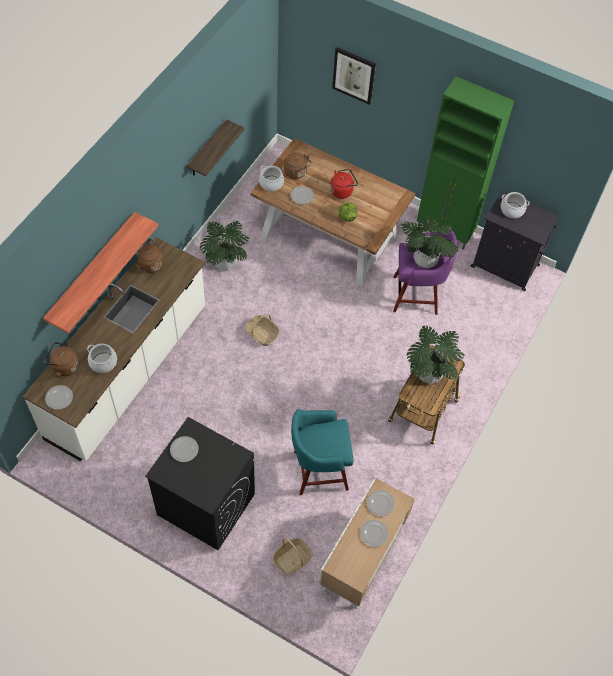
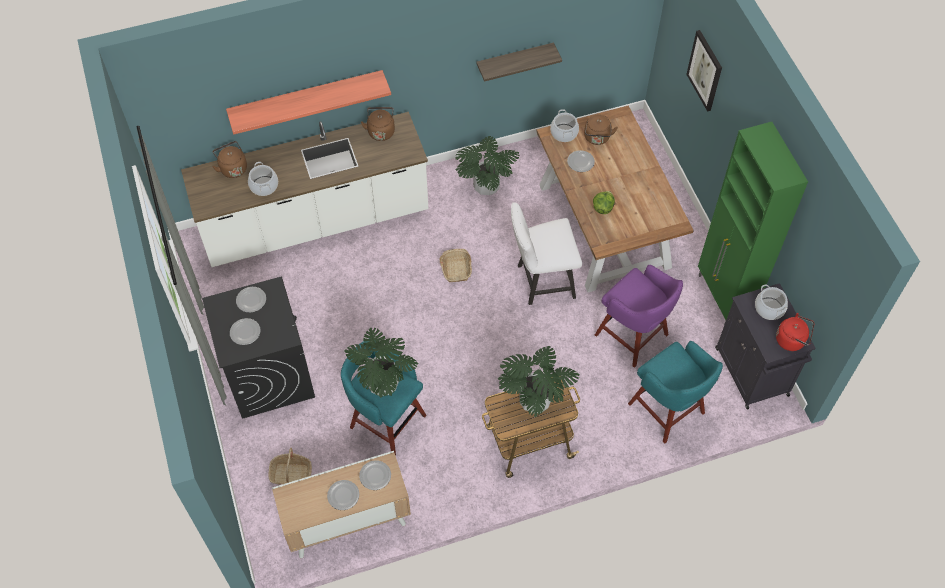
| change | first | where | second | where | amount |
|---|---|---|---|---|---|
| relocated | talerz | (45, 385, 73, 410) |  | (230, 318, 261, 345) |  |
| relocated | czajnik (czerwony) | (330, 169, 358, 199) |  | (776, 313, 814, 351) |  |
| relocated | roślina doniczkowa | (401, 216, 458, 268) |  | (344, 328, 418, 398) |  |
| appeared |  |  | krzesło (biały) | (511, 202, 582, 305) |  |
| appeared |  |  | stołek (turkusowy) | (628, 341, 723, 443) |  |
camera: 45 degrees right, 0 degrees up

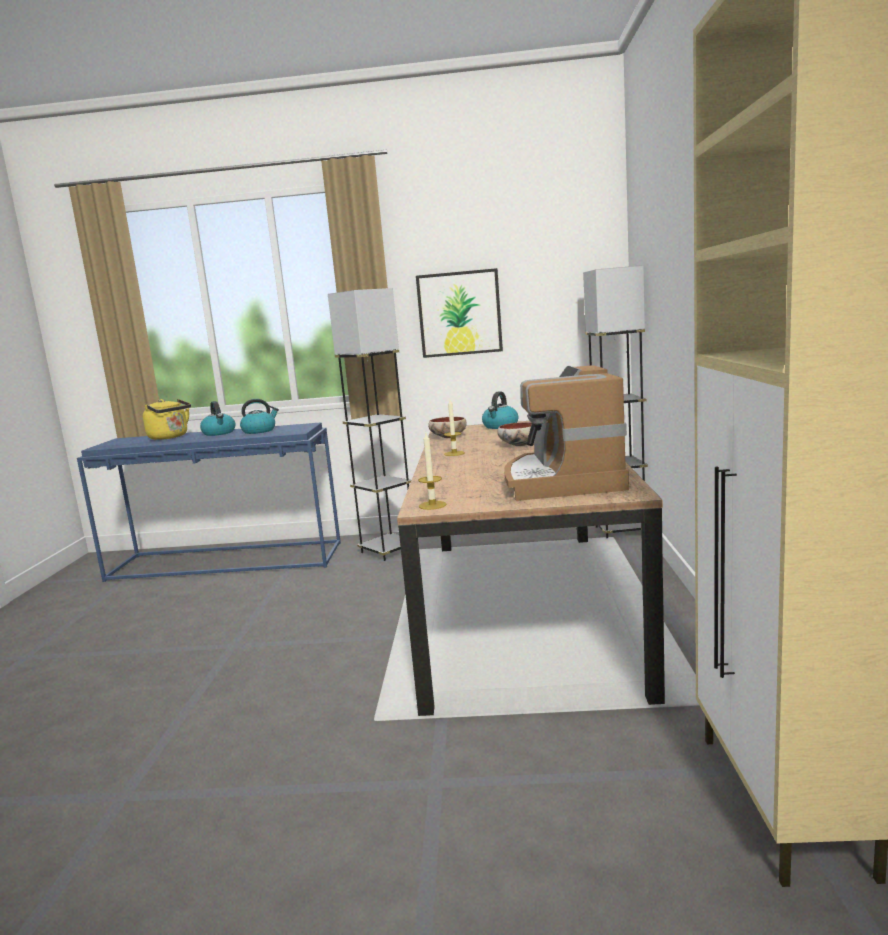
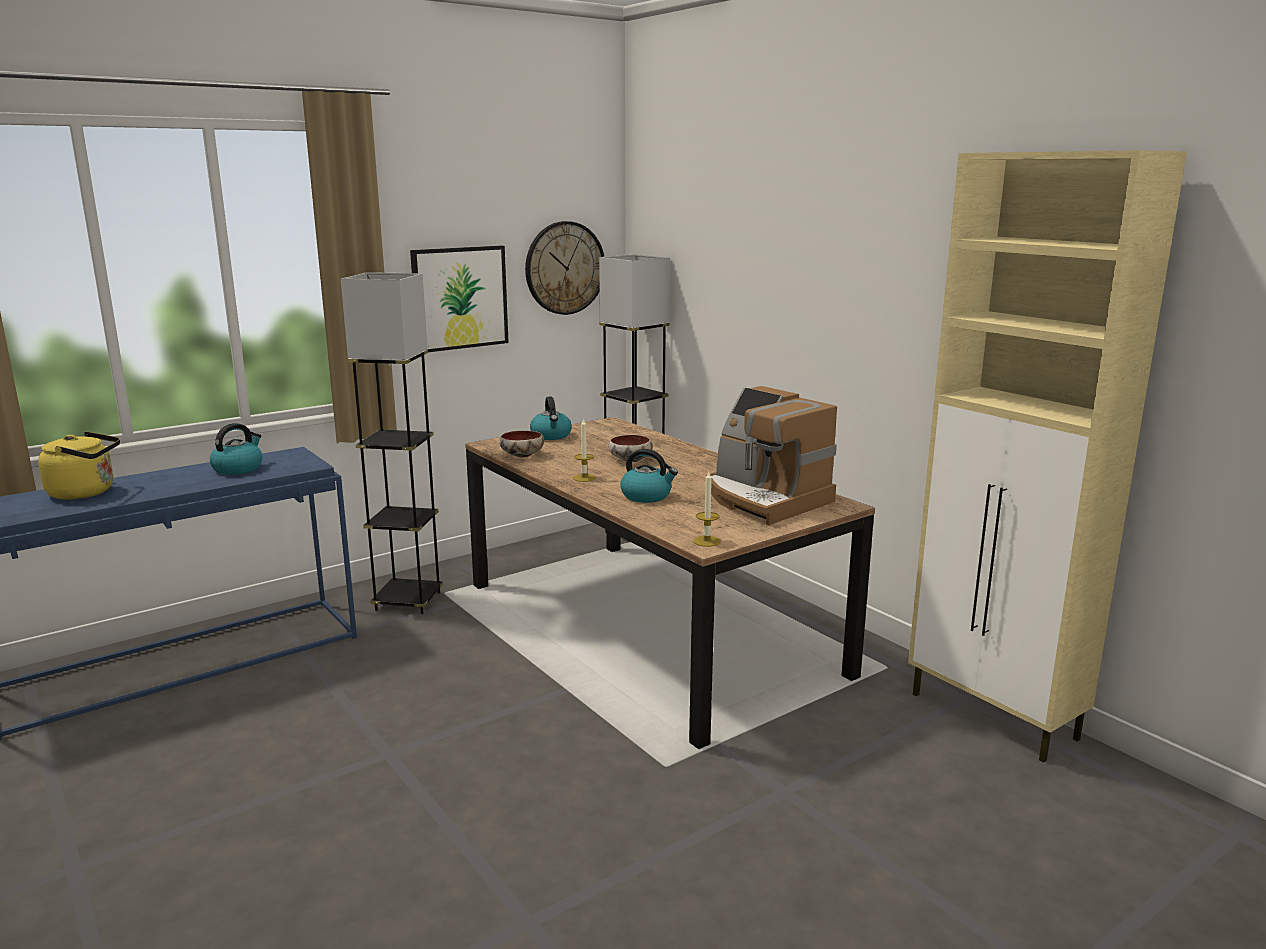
| change | first | where | second | where | amount |
|---|---|---|---|---|---|
| relocated | czajnik | (200, 401, 236, 436) |  | (621, 449, 678, 503) |  |
| appeared |  |  | zegar ścienny | (525, 221, 604, 315) |  |
camera: 40 degrees left, 5 degrees up

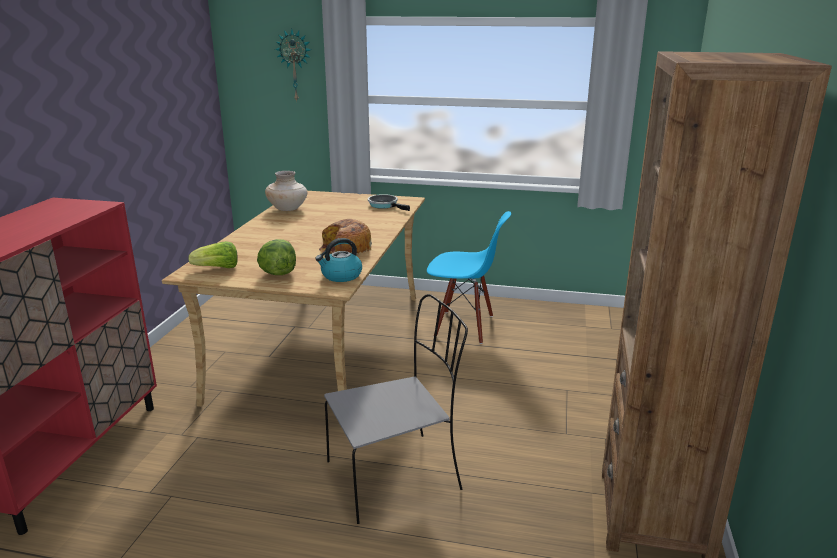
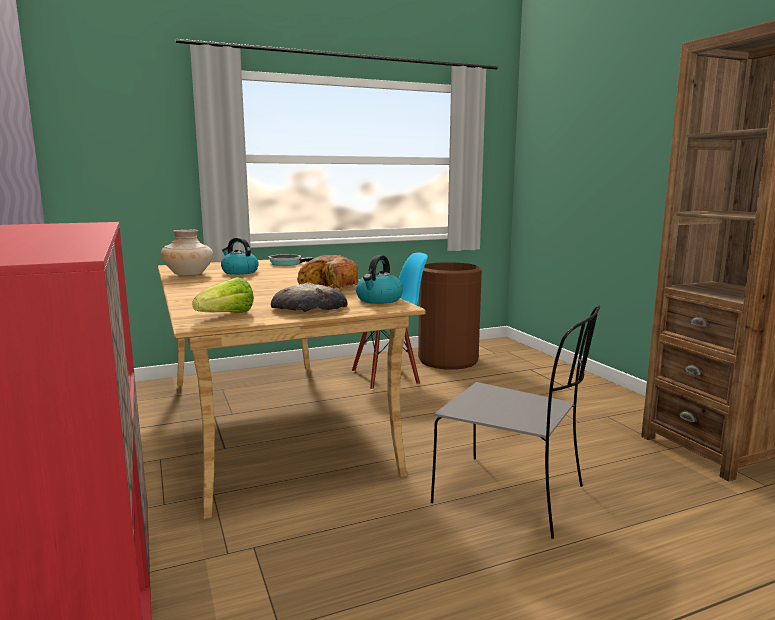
| change | first | where | second | where | amount |
|---|---|---|---|---|---|
| exchanged | sałata | (257, 239, 296, 275) | chleb | (271, 283, 347, 312) |  |
| missing | zegar ścienny | (275, 29, 311, 102) |  |  |  |
| spun | krzesło (szary) | (324, 294, 468, 524) |  | (431, 305, 600, 539) | 90 degrees clockwise |
| appeared |  |  | czajnik | (221, 237, 259, 275) |  |
| appeared |  |  | kosz na śmieci (brązowy) | (418, 262, 482, 370) |  |
camera: 35 degrees left, 10 degrees down

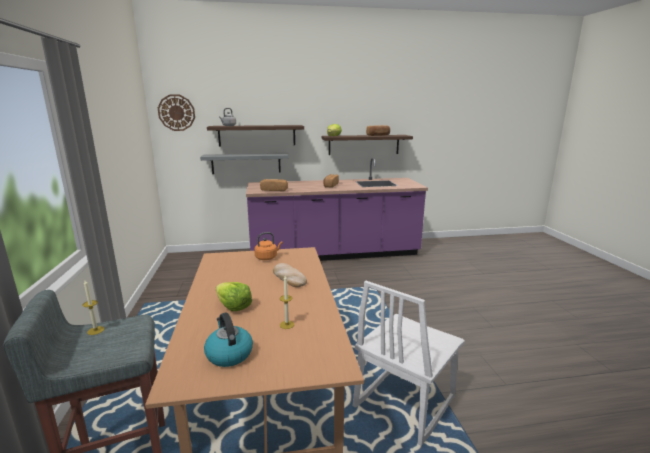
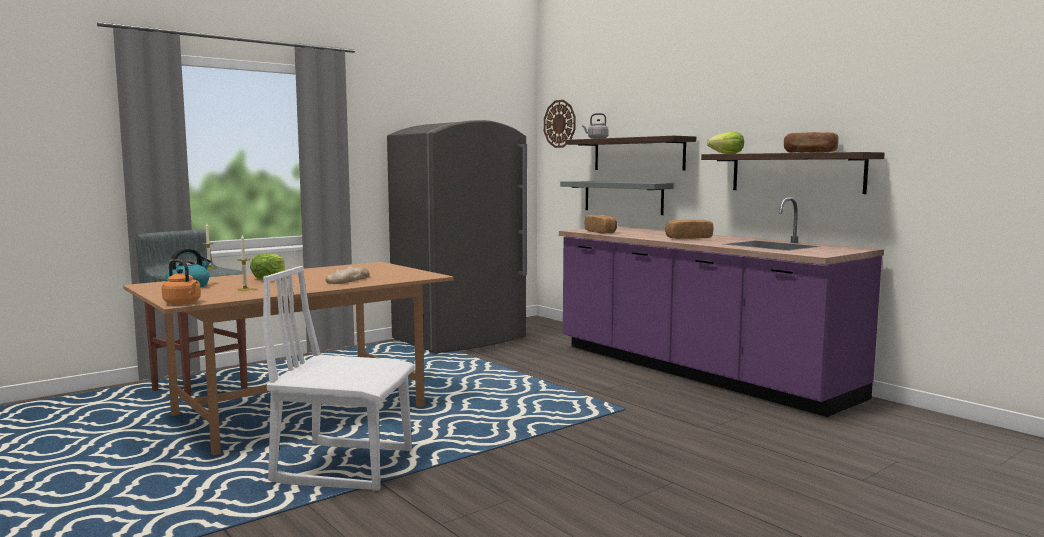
| change | first | where | second | where | amount |
|---|---|---|---|---|---|
| relocated | czajnik (pomarańczowy) | (254, 232, 283, 260) |  | (161, 259, 201, 304) |  |
| appeared |  |  | lodówka (szary) | (387, 120, 527, 353) |  |
camera: 60 degrees right, 10 degrees down

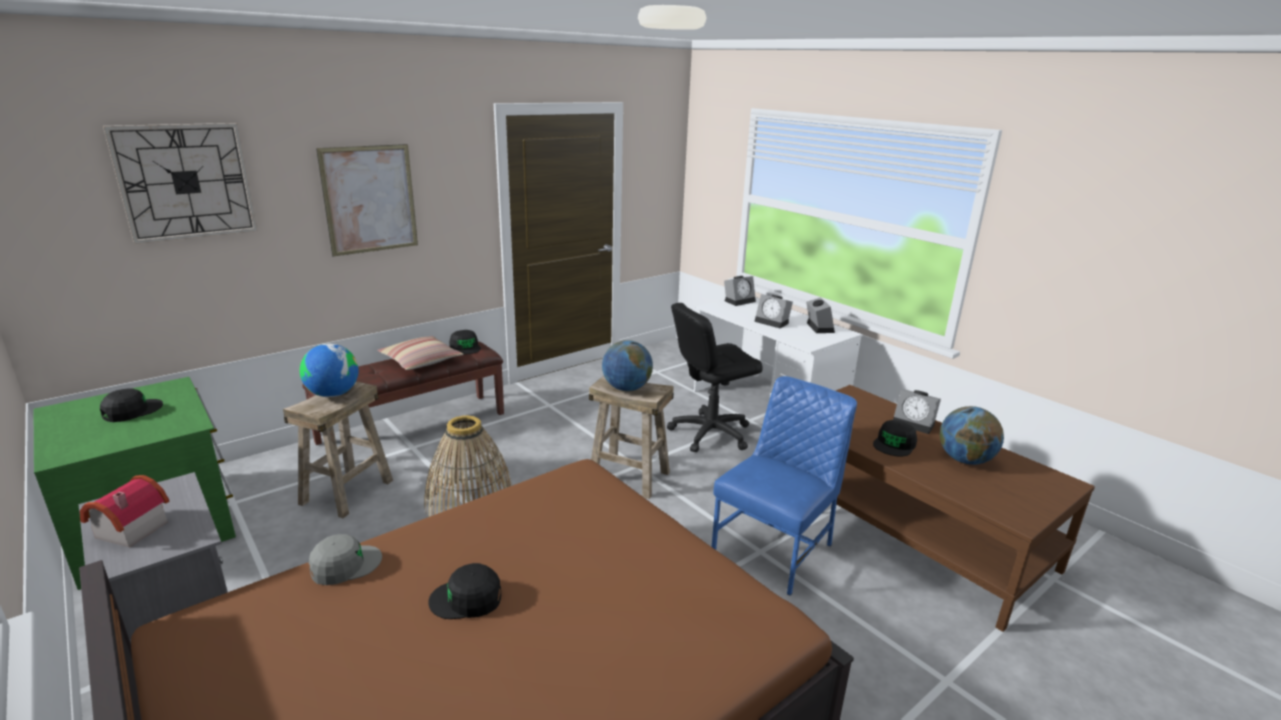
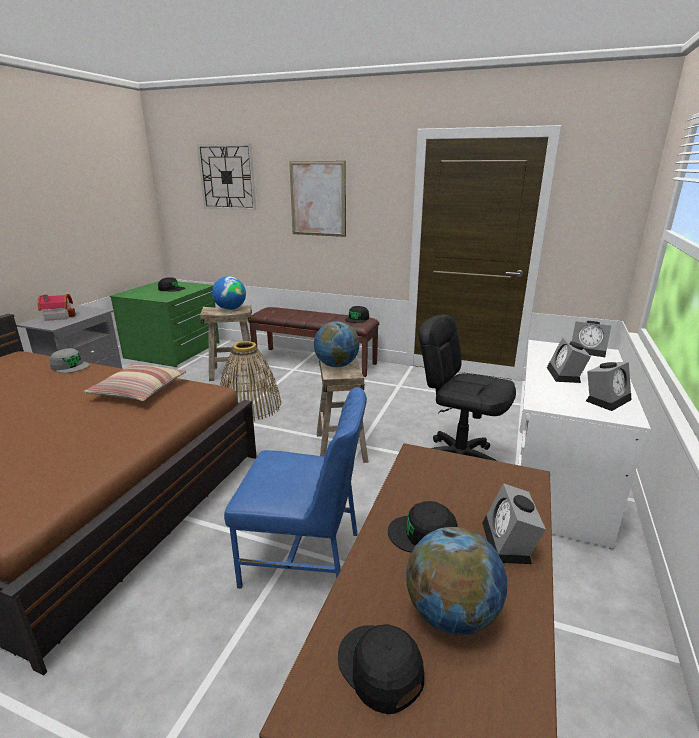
| change | first | where | second | where | amount |
|---|---|---|---|---|---|
| relocated | poduszka | (377, 336, 463, 370) |  | (84, 364, 186, 401) |  |
| relocated | czapka z daszkiem (czarny) | (428, 563, 501, 619) |  | (338, 624, 424, 714) |  |
camera: 60 degrees right, 0 degrees up

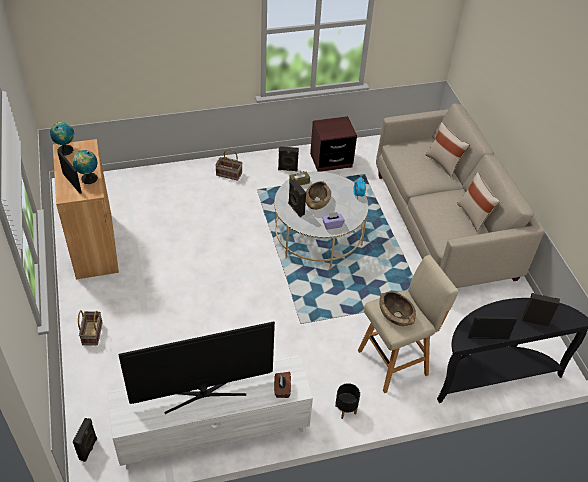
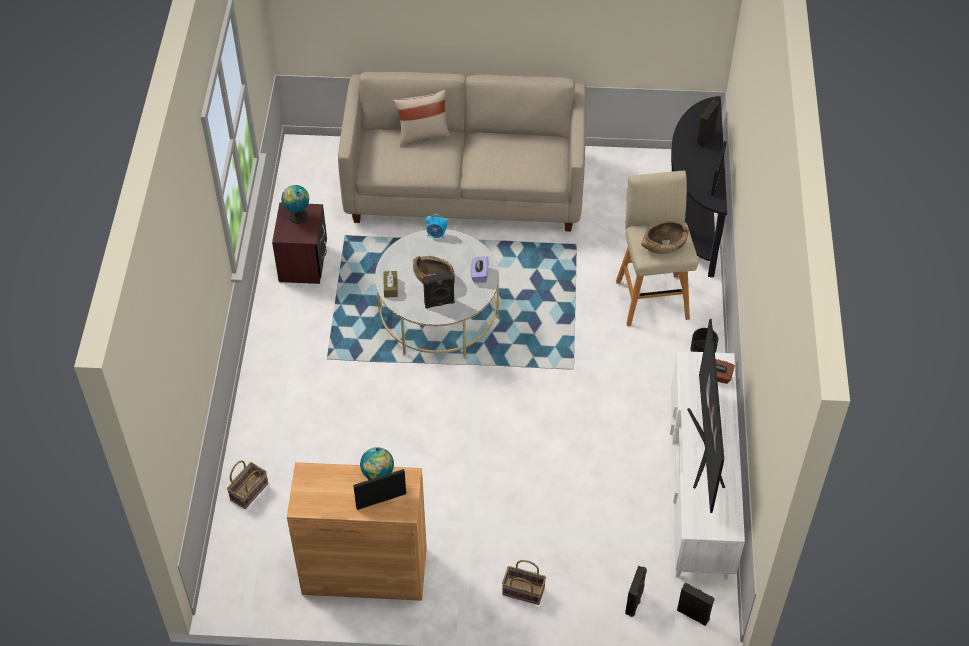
| change | first | where | second | where | amount |
|---|---|---|---|---|---|
| relocated | globus | (50, 122, 74, 156) |  | (281, 185, 309, 224) |  |
| relocated | koszyk | (215, 149, 243, 181) |  | (227, 461, 268, 509) |  |
| relocated | głośnik (czarny) | (278, 146, 299, 172) |  | (625, 566, 647, 617) |  |
| missing | poduszka (beżowy) | (457, 172, 501, 232) |  |  |  |
camera: 70 degrees left, 5 degrees up

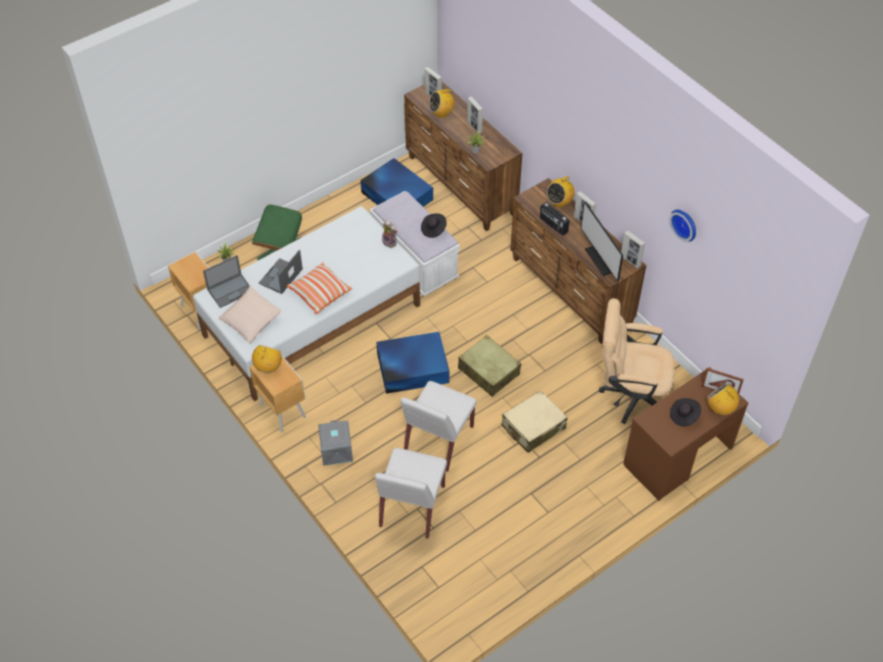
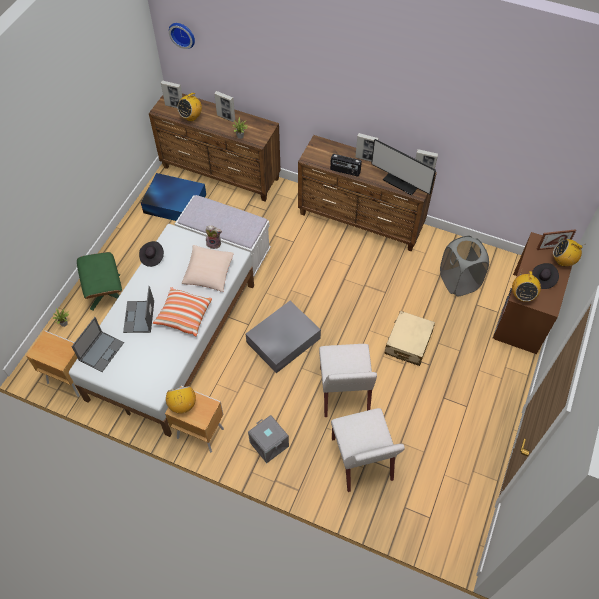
| change | first | where | second | where | amount |
|---|---|---|---|---|---|
| relocated | poduszka (beżowy) | (219, 286, 281, 344) |  | (182, 245, 234, 292) |  |
| colour | pojemnik do przechowywania (niebieski) | (376, 332, 450, 394) | pojemnik do przechowywania (szary) | (246, 301, 321, 373) |  |
| relocated | kapelusz (czarny) | (421, 213, 446, 238) |  | (139, 241, 164, 267) |  |
| missing | walizka (beżowy) | (458, 335, 521, 397) |  |  |  |
| relocated | radio | (547, 173, 575, 208) |  | (512, 271, 541, 302) |  |
| exchanged | krzesło biurowe (beżowy) | (599, 298, 674, 424) | kosz na pranie (szary) | (440, 236, 489, 296) |  |
| relocated | zegar ścienny | (669, 210, 696, 242) |  | (169, 23, 195, 49) |  |
camera: 30 degrees left, 5 degrees up

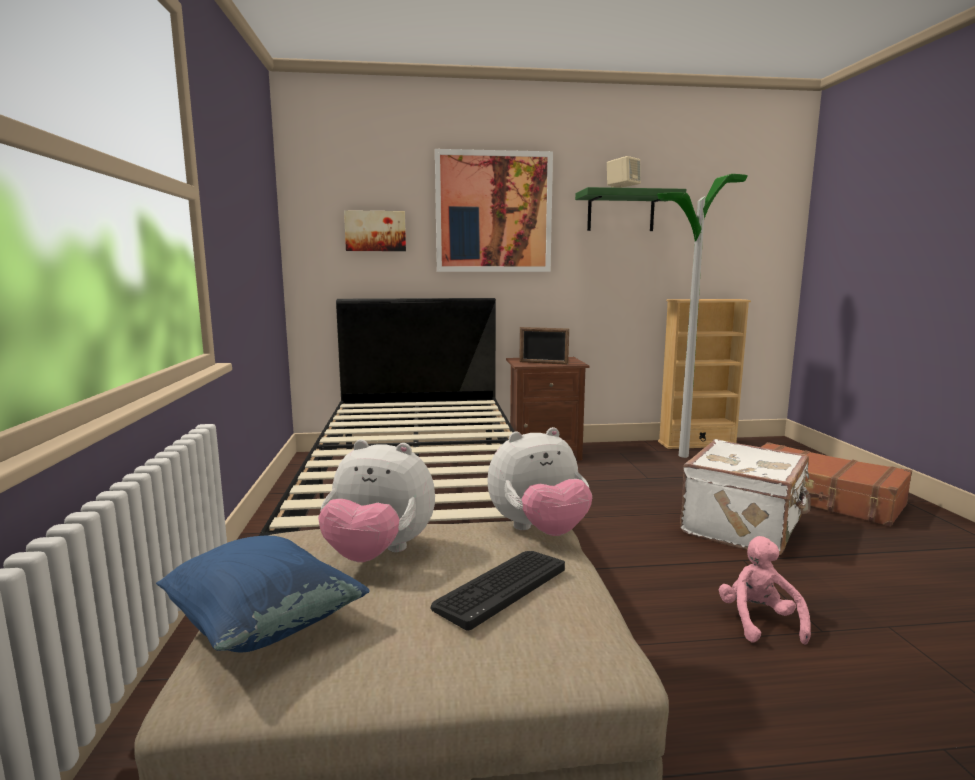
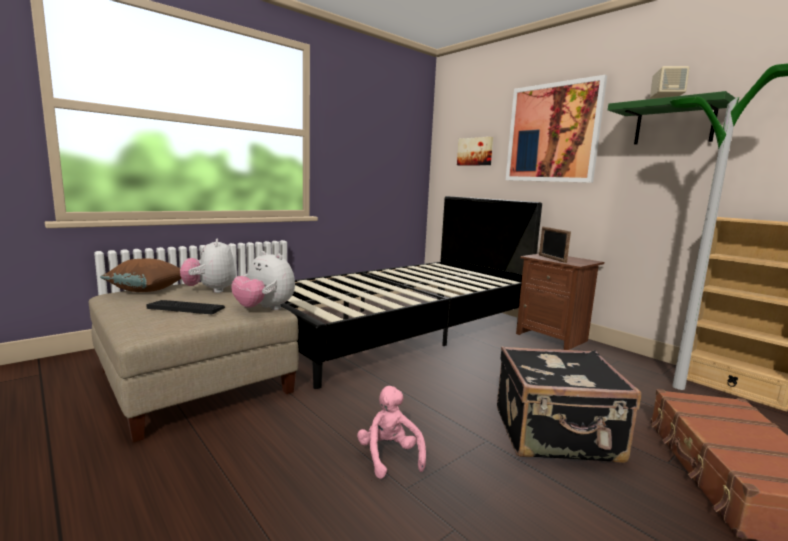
| change | first | where | second | where | amount |
|---|---|---|---|---|---|
| colour | poduszka (niebieski) | (156, 536, 369, 653) | poduszka (brązowy) | (100, 259, 182, 292) |  |
| colour | walizka (biały) | (680, 439, 811, 555) | walizka (czarny) | (497, 346, 641, 463) |  |
| spun | pluszak (różowy) | (719, 536, 811, 644) |  | (357, 386, 426, 479) | 75 degrees counterclockwise |
camera: 55 degrees right, 0 degrees up

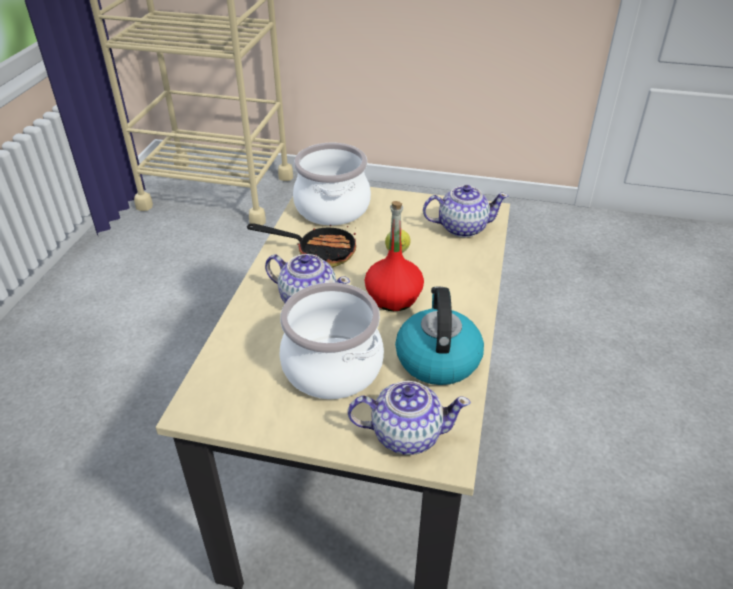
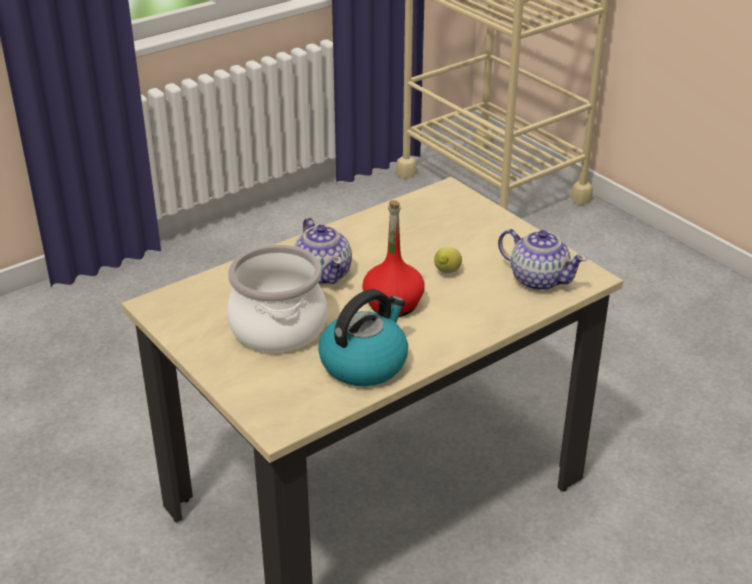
| change | first | where | second | where | amount |
|---|---|---|---|---|---|
| missing | patelnia | (247, 223, 356, 267) |  |  |  |
| missing | garnek | (293, 143, 371, 225) |  |  |  |
| missing | imbryk | (348, 381, 471, 455) |  |  |  |
camera: 40 degrees right, 5 degrees down

